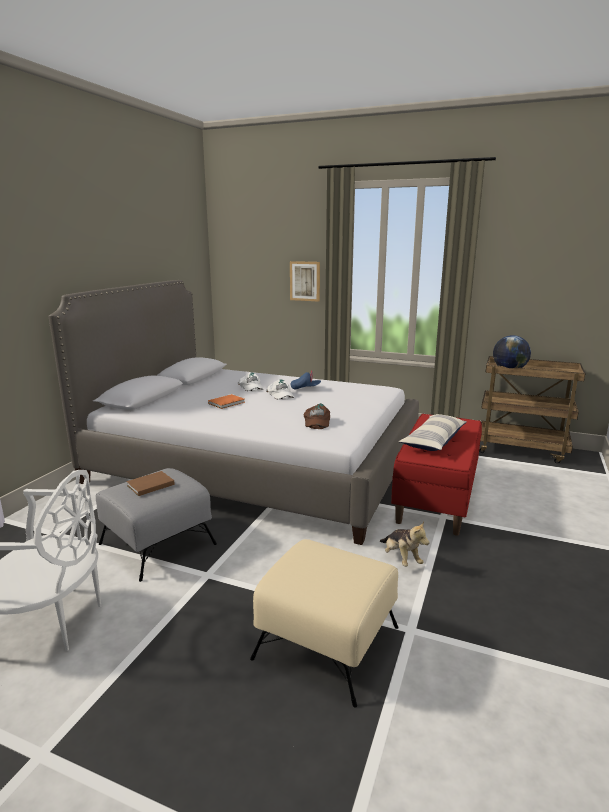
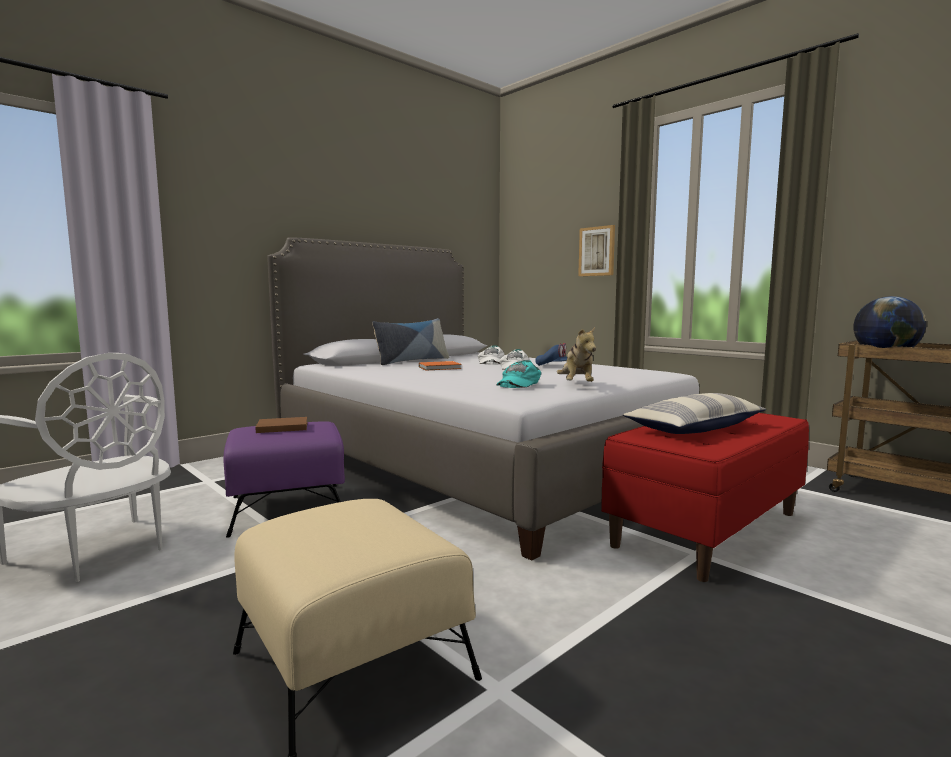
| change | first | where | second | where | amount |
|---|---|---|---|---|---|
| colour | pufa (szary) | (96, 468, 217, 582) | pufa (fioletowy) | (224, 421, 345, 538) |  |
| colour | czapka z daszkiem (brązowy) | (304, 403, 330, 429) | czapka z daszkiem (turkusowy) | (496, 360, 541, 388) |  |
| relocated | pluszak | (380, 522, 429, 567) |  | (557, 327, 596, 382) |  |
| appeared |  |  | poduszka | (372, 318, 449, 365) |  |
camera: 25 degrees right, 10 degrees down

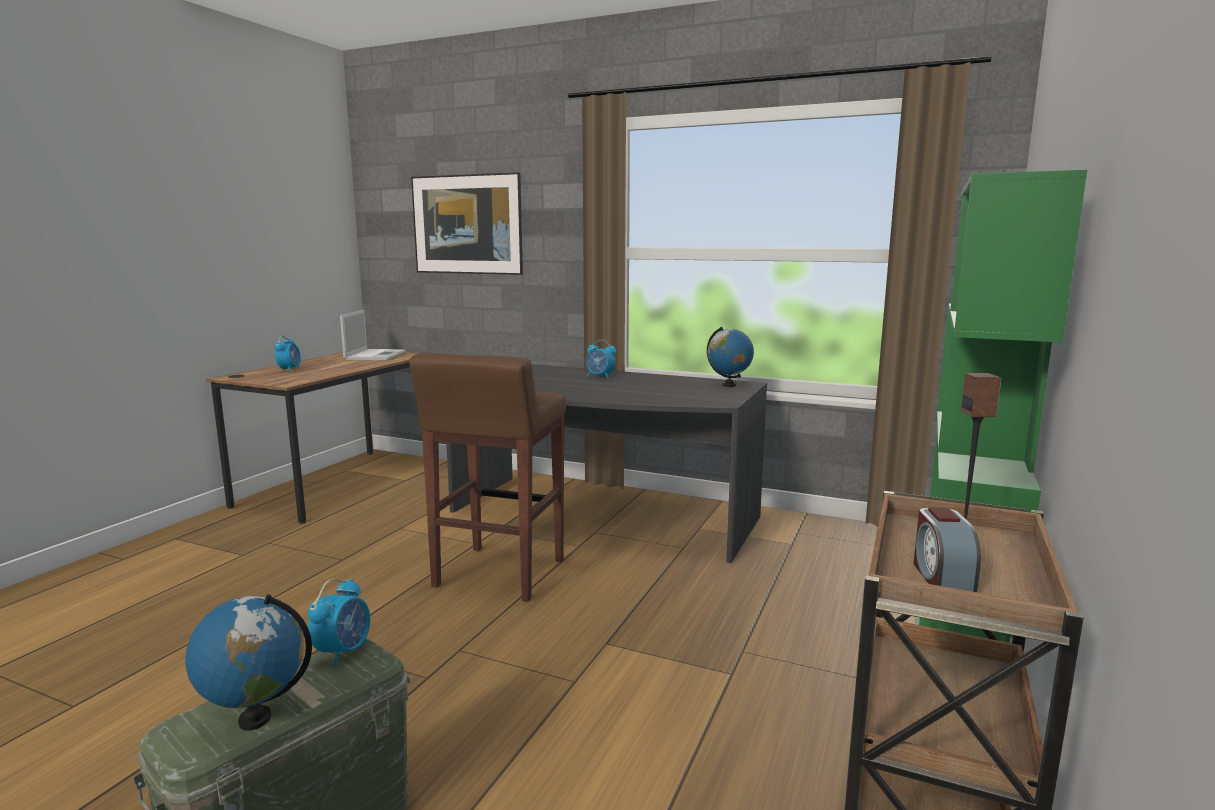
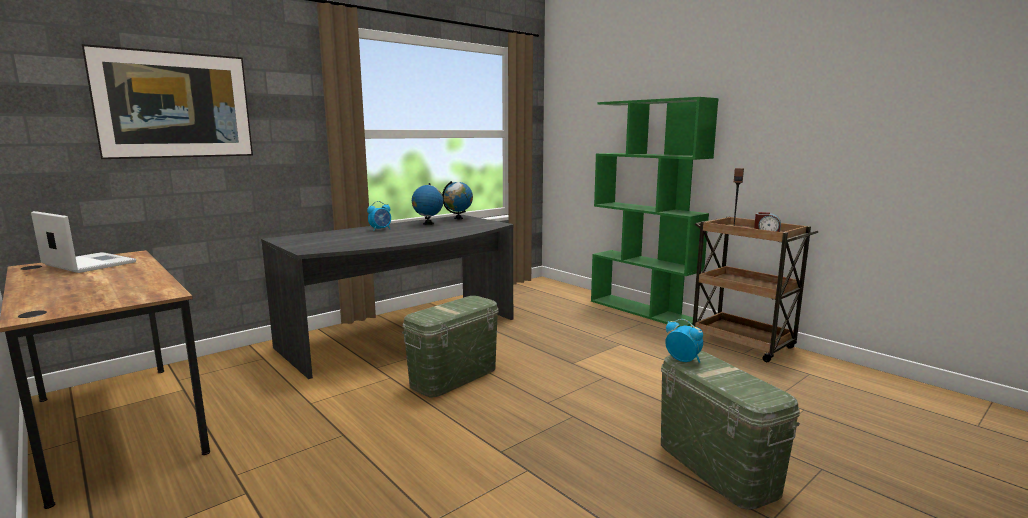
| change | first | where | second | where | amount |
|---|---|---|---|---|---|
| relocated | globus | (186, 594, 312, 731) |  | (412, 183, 443, 225) |  |
| missing | budzik | (274, 335, 301, 372) |  |  |  |
| exchanged | stołek (brązowy) | (409, 352, 566, 602) | pojemnik do przechowywania (zielony) | (402, 296, 498, 397) |  |
camera: 65 degrees left, 0 degrees up

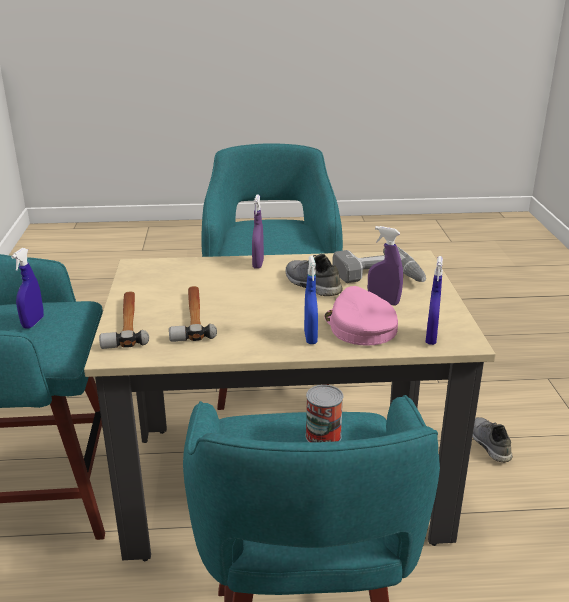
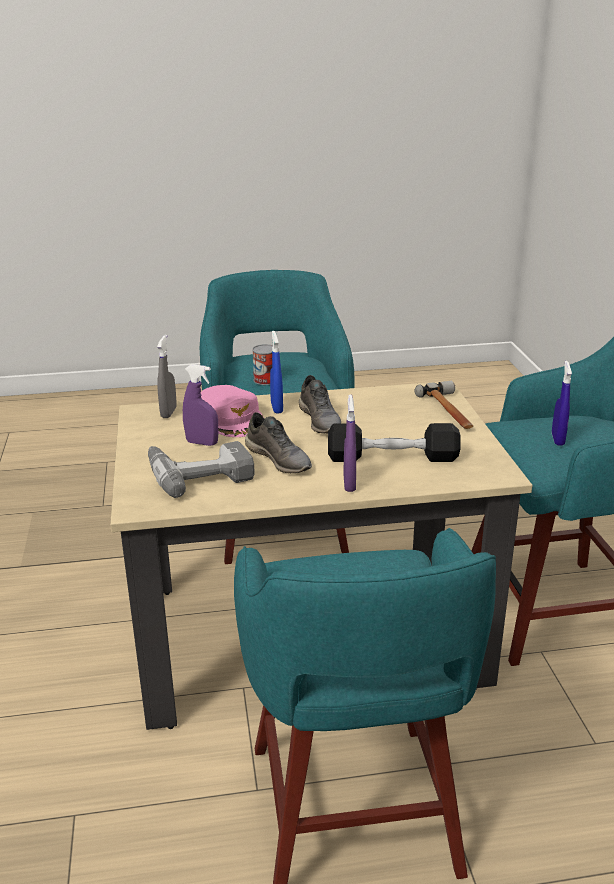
| change | first | where | second | where | amount |
|---|---|---|---|---|---|
| missing | młotek | (169, 286, 217, 342) |  |  |  |
| colour | spryskiwacz (niebieski) | (425, 256, 443, 345) | spryskiwacz (szary) | (157, 335, 176, 418) |  |
| relocated | but (szary) | (473, 417, 513, 462) |  | (299, 375, 341, 433) |  |
| appeared |  |  | hantel (czarny) | (328, 423, 461, 462) |  |
camera: 175 degrees right, 0 degrees up

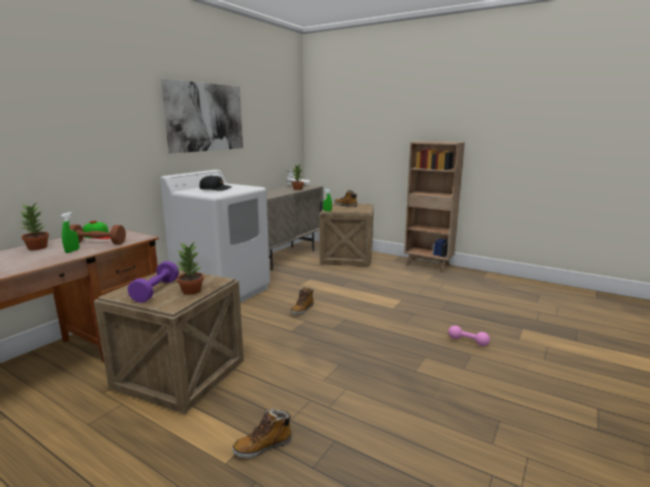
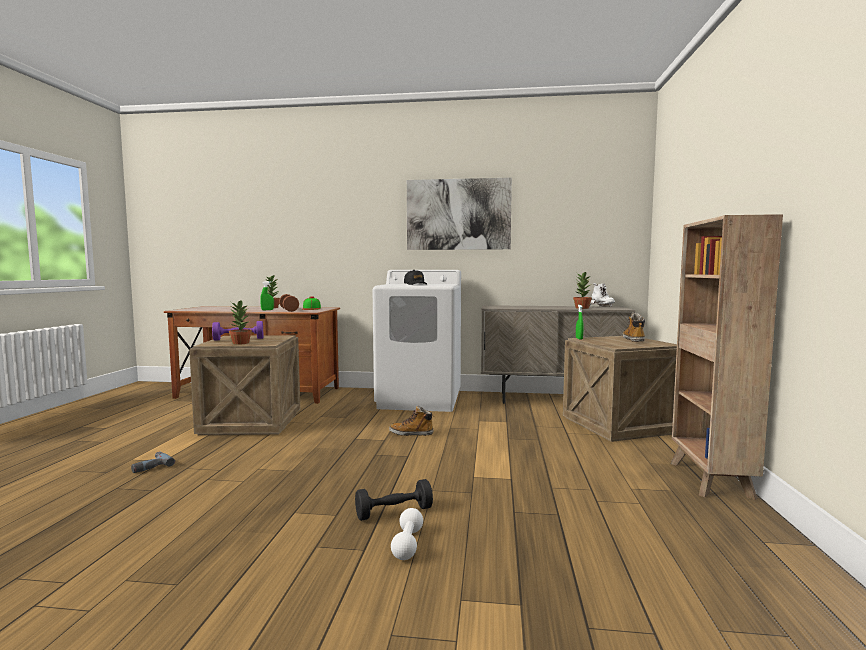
| change | first | where | second | where | amount |
|---|---|---|---|---|---|
| exchanged | but z cholewką | (232, 409, 292, 458) | wiertarka | (131, 451, 175, 473) |  |
| colour | hantel (różowy) | (448, 325, 490, 346) | hantel (biały) | (391, 508, 423, 560) |  |
| appeared |  |  | hantel (czarny) | (355, 479, 433, 521) |  |
camera: 65 degrees right, 10 degrees down

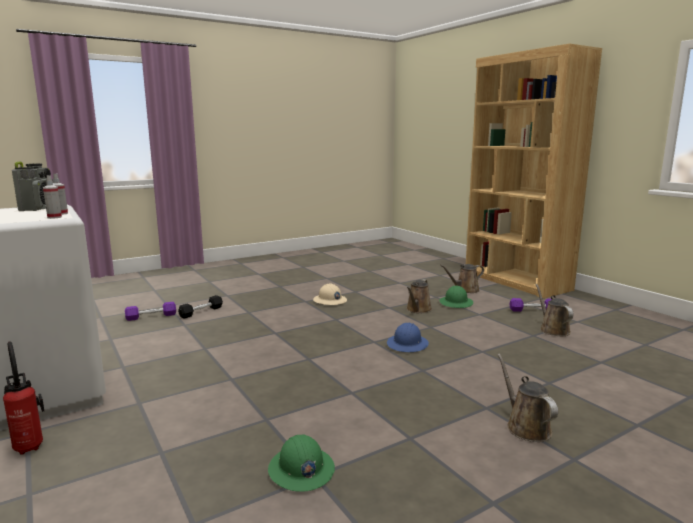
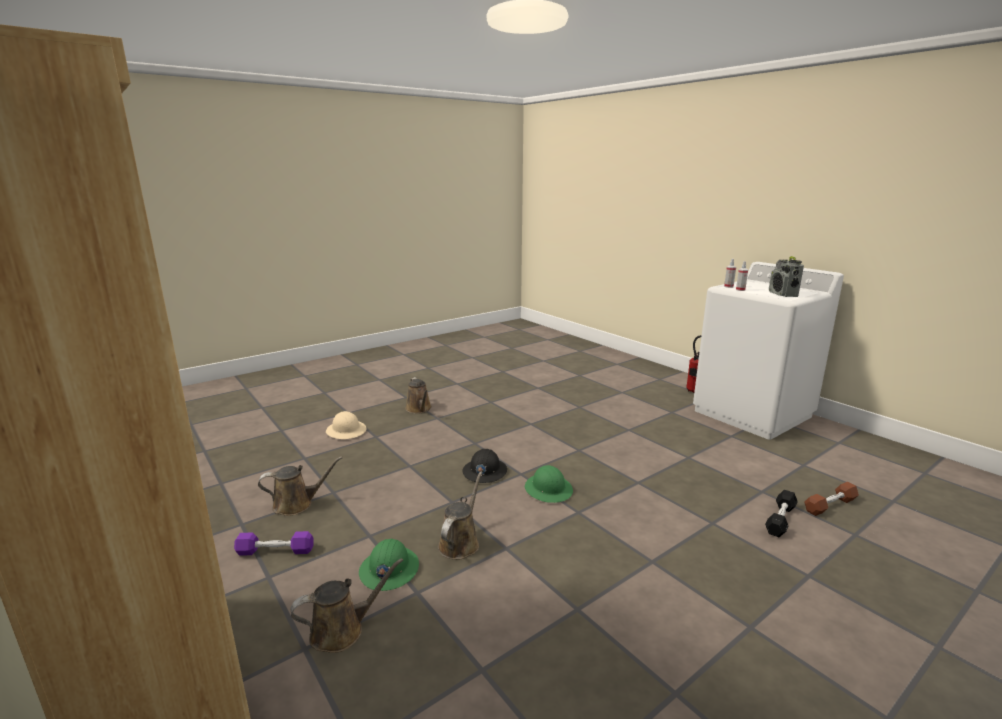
| change | first | where | second | where | amount |
|---|---|---|---|---|---|
| colour | hantel (fioletowy) | (125, 302, 176, 321) | hantel (brązowy) | (804, 482, 859, 516) |  |
| relocated | kask (zielony) | (268, 434, 335, 492) |  | (525, 465, 573, 503) |  |
| relocated | kask (beżowy) | (313, 284, 347, 305) |  | (326, 411, 367, 439) |  |
| colour | kask (niebieski) | (387, 323, 429, 352) | kask (czarny) | (463, 449, 507, 483) |  |
| spun | konewka (brązowy) | (535, 284, 573, 336) |  | (258, 456, 343, 516) | 90 degrees counterclockwise |
camera: 175 degrees right, 5 degrees up

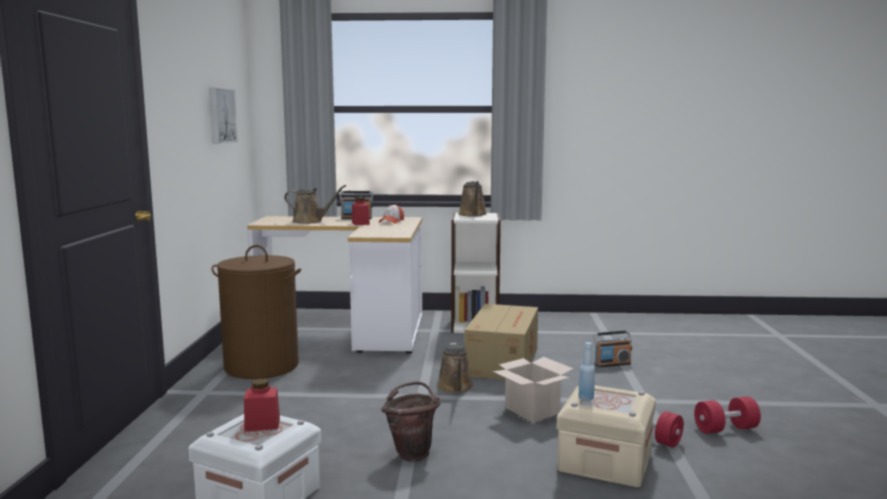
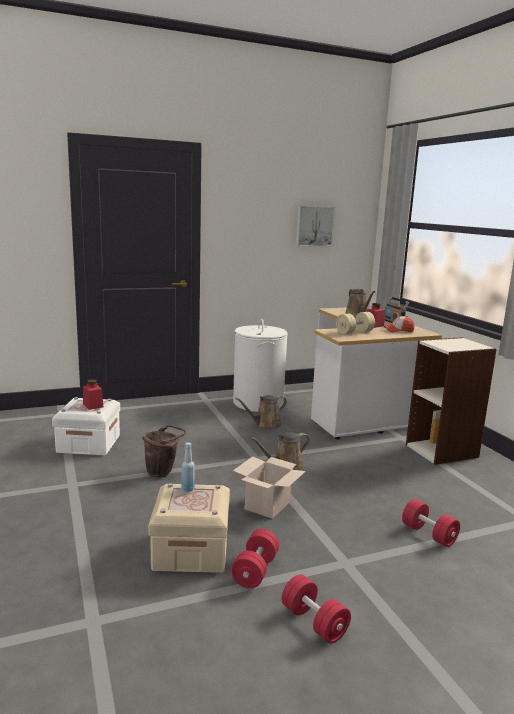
| change | first | where | second | where | amount |
|---|---|---|---|---|---|
| colour | kosz na pranie (brązowy) | (211, 245, 301, 379) | kosz na pranie (biały) | (233, 319, 288, 412) |  |
| relocated | konewka (brązowy) | (458, 181, 487, 217) |  | (235, 395, 287, 429) |  |
| missing | karton | (464, 304, 538, 380) |  |  |  |
| exchanged | radio | (593, 330, 632, 367) | hantel (czerwony) | (402, 499, 460, 547) |  |
| appeared |  |  | hantel (beżowy) | (336, 312, 375, 334) |  |
camera: 65 degrees right, 5 degrees up

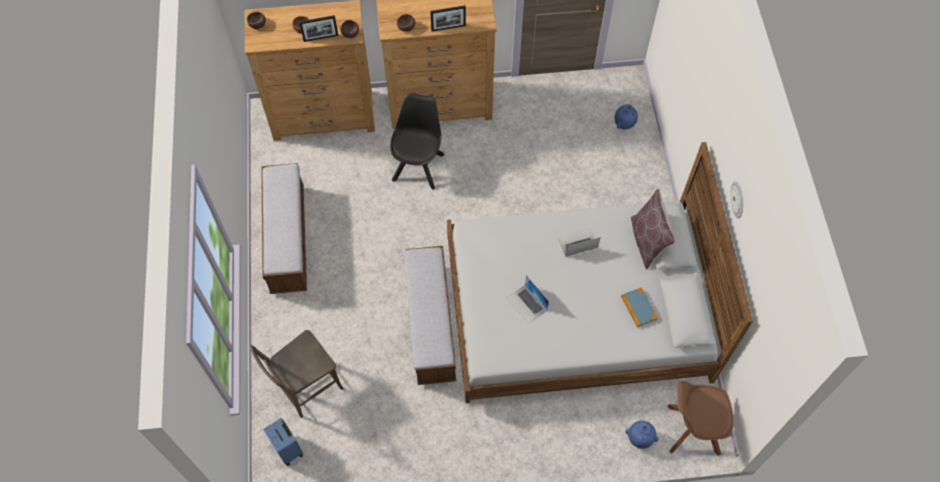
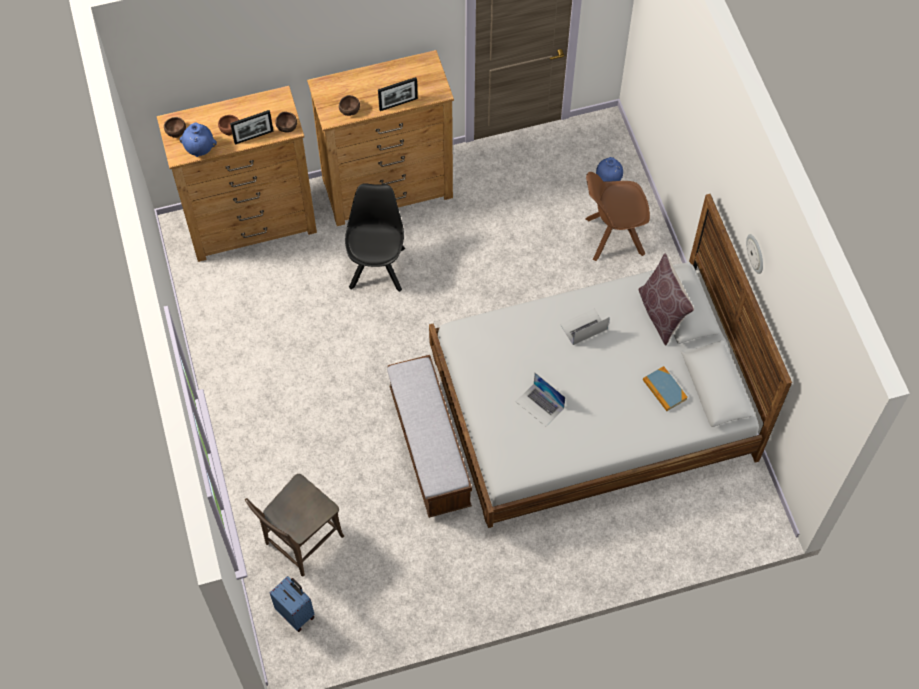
| change | first | where | second | where | amount |
|---|---|---|---|---|---|
| missing | ławka | (261, 163, 307, 294) |  |  |  |
| relocated | wazon (niebieski) | (626, 421, 658, 449) |  | (180, 123, 217, 157) |  |
| relocated | krzesło (brązowy) | (667, 381, 733, 456) |  | (586, 172, 650, 261) |  |
camera: 10 degrees left, 0 degrees up

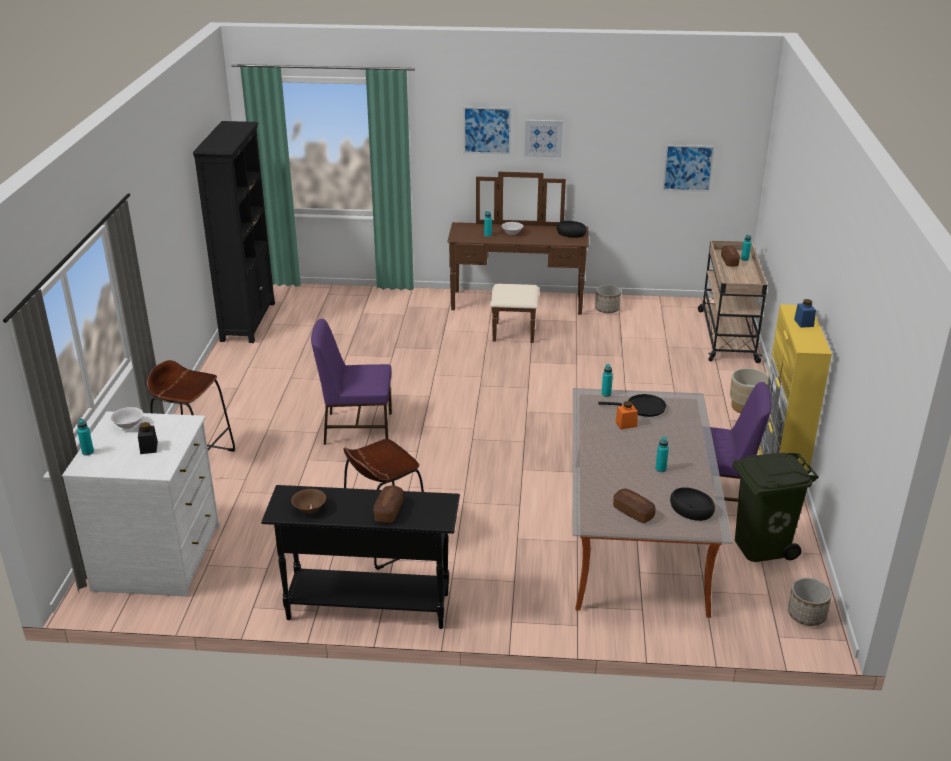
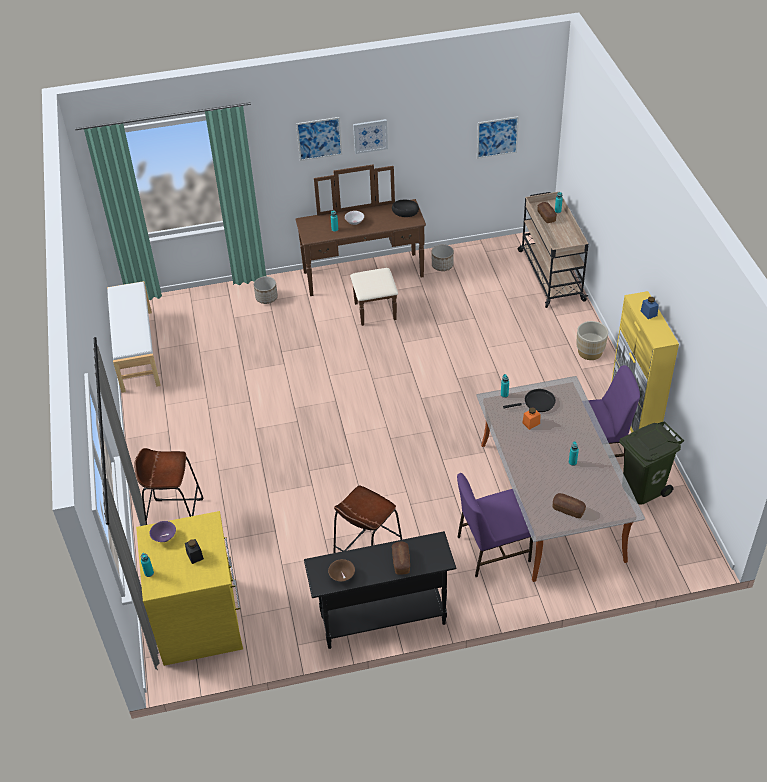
| change | first | where | second | where | amount |
|---|---|---|---|---|---|
| colour | komoda (biały) | (62, 411, 220, 597) | komoda (żółty) | (136, 511, 243, 666) |  |
| colour | miska (biały) | (110, 407, 143, 429) | miska (fioletowy) | (150, 521, 176, 542) |  |
| exchanged | regał (czarny) | (193, 121, 275, 343) | ławka (biały) | (107, 281, 161, 393) |  |
| relocated | krzesło (fioletowy) | (311, 319, 392, 445) |  | (457, 473, 533, 577) |  |
| missing | miska (czarny) | (670, 487, 715, 521) |  |  |  |
| relocated | donica | (788, 578, 832, 626) |  | (254, 276, 278, 304) |  |
camera: 15 degrees left, 15 degrees up

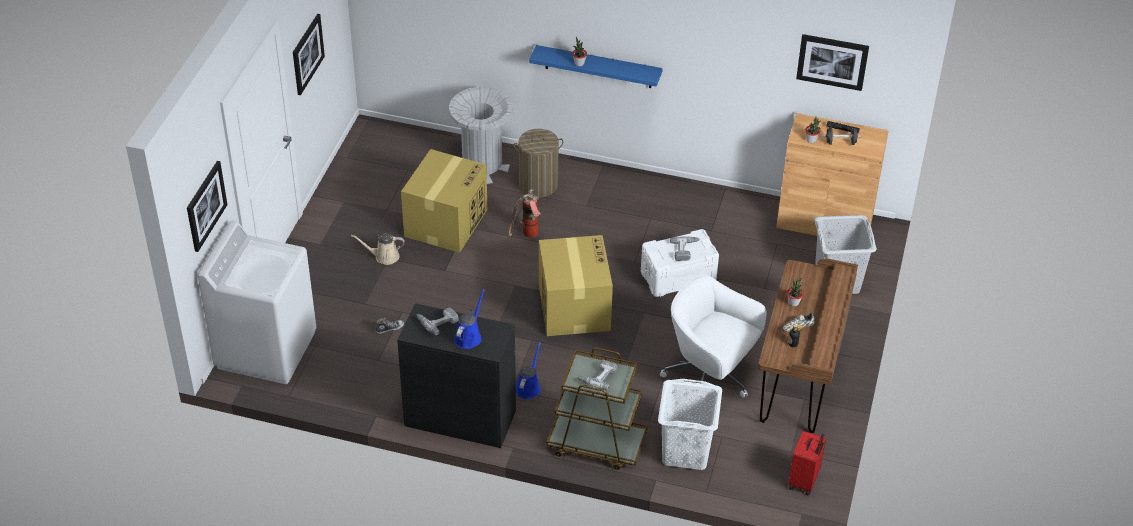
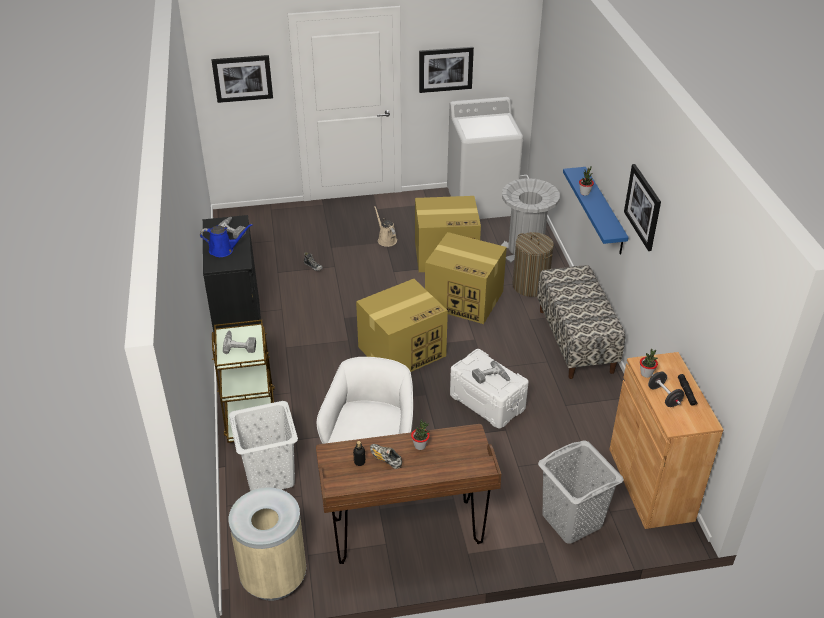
| change | first | where | second | where | amount |
|---|---|---|---|---|---|
| relocated | pralka (biały) | (198, 221, 316, 384) |  | (447, 97, 523, 219) |  |
| exchanged | gaśnica | (508, 189, 540, 238) | karton | (425, 232, 507, 324) |  |
| missing | konewka (niebieski) | (516, 342, 541, 399) |  |  |  |
| exchanged | walizka (czerwony) | (788, 431, 826, 495) | kosz na śmieci (beżowy) | (229, 488, 306, 601) |  |
| relocated | obraz | (796, 34, 869, 91) |  | (624, 164, 661, 251) |  |
| appeared |  |  | ławka | (537, 265, 625, 379) |  |
camera: 65 degrees right, 5 degrees down

